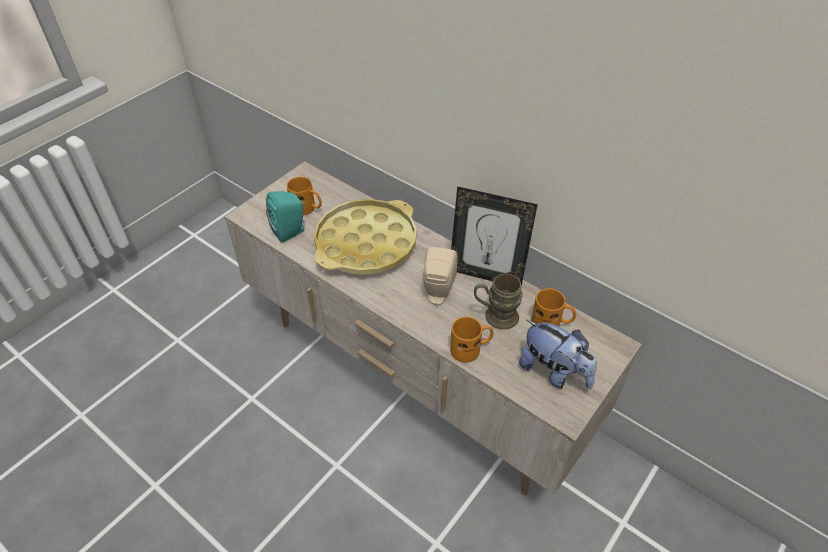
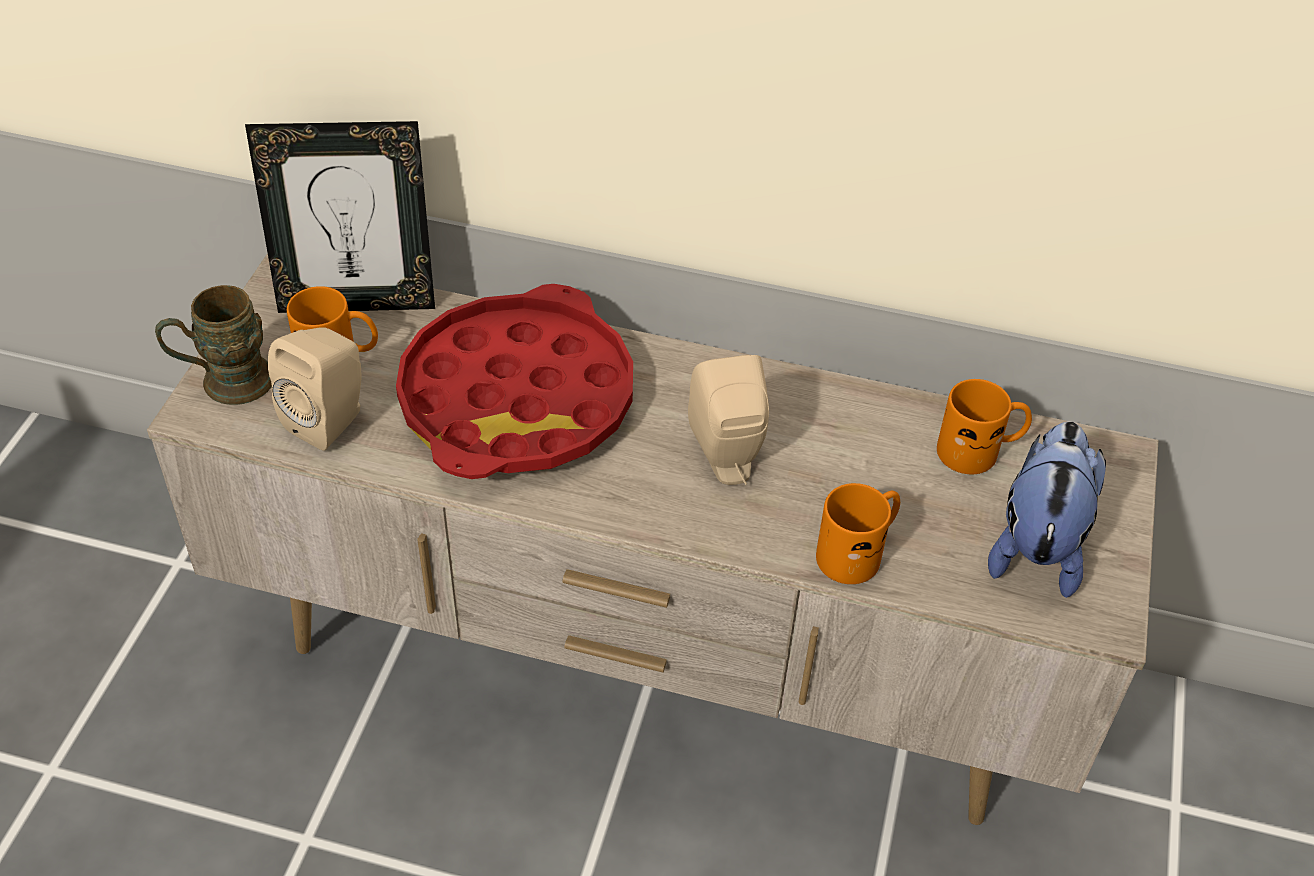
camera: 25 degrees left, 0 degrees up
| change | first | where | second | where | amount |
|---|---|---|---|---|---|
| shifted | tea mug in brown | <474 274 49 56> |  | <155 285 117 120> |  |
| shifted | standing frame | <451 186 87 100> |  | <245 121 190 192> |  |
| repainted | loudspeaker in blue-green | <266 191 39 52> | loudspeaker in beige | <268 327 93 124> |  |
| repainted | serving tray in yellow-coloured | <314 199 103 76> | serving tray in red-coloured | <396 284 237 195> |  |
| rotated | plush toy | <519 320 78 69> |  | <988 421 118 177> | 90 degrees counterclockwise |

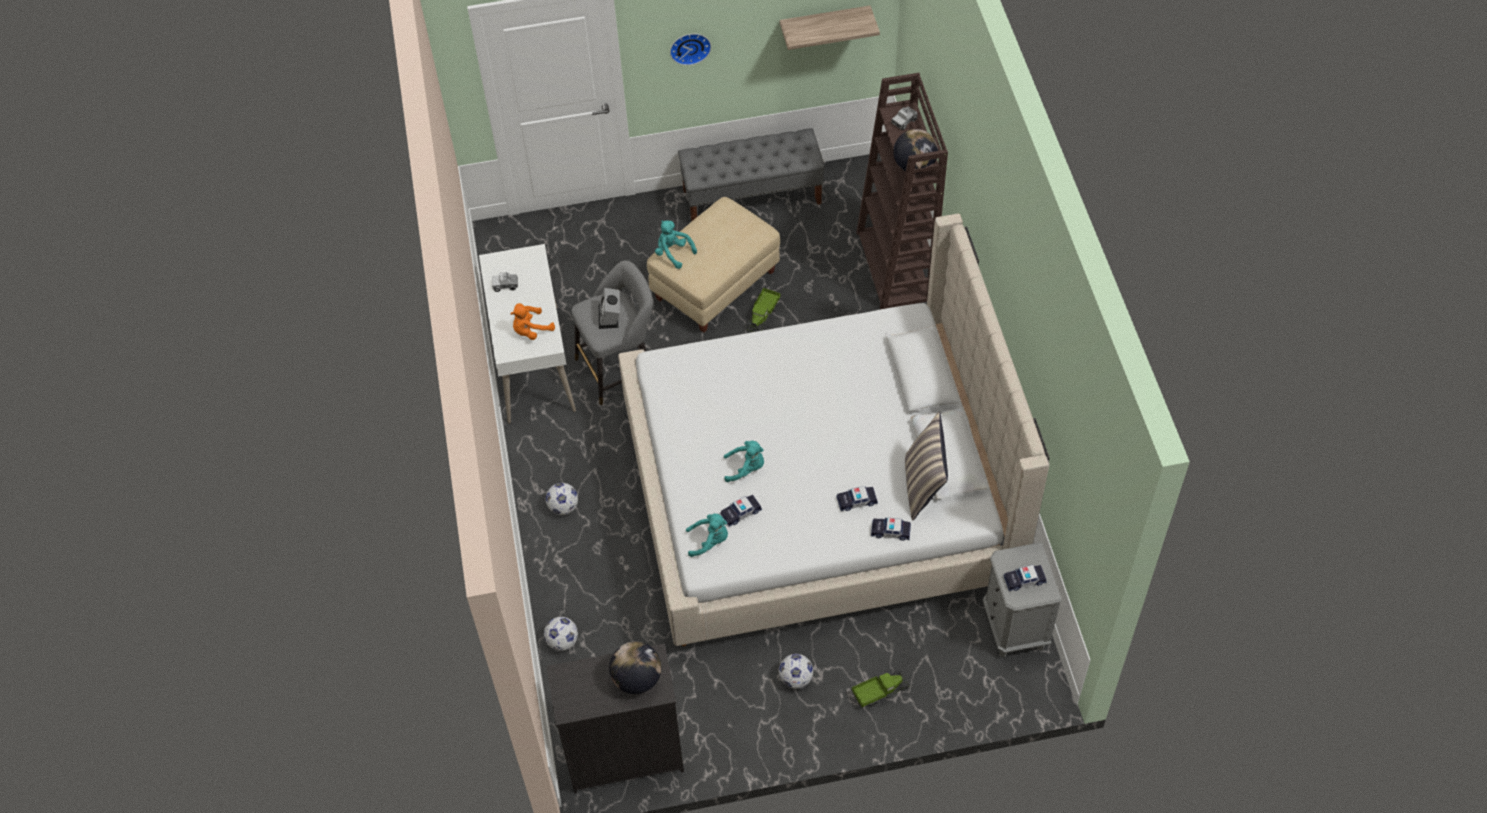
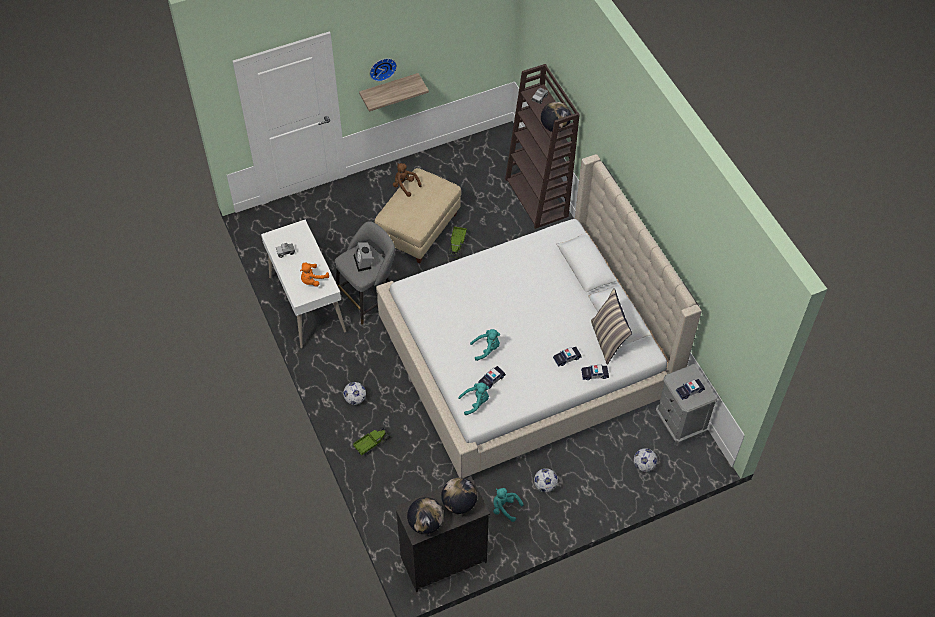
camera: 15 degrees left, 0 degrees up
| change | first | where | second | where | amount |
|---|---|---|---|---|---|
| shifted | model truck | <852 670 57 37> |  | <353 427 37 28> |  |
| shifted | bracket shelf | <780 6 100 44> |  | <359 73 70 39> |  |
| new |  |  | plush toy in brown | <393 163 29 34> |  |
| new |  |  | globe | <407 497 37 37> |  |
| shifted | plush toy in blue-green | <655 220 42 49> |  | <493 488 31 34> |  |
| shifted | football | <544 617 34 34> |  | <634 448 23 24> |  |
| gone | bench in grey | <678 128 147 94> |  |  |  |

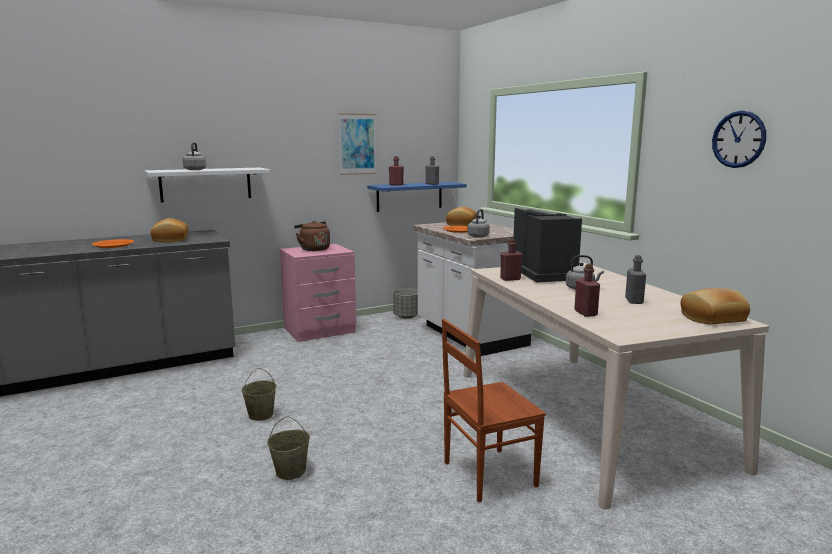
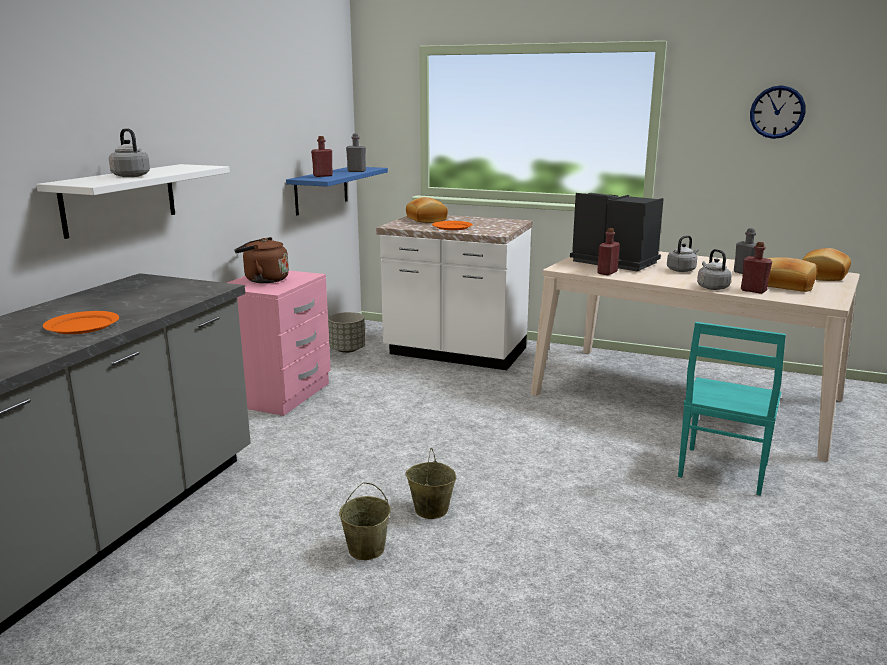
camera: 40 degrees left, 5 degrees up
| change | first | where | second | where | amount |
|---|---|---|---|---|---|
| shifted | water bucket in beige | <267 416 43 64> |  | <339 482 52 78> |  |
| repainted | chair in brown | <442 319 104 183> | chair in blue-green | <678 322 108 174> |  |
| shifted | tea kettle in grey | <468 209 22 29> |  | <697 249 34 41> |  |
| shifted | baked bread | <151 218 37 25> |  | <767 257 49 35> |  |
| gone | picture | <339 113 37 62> |  |  |  |

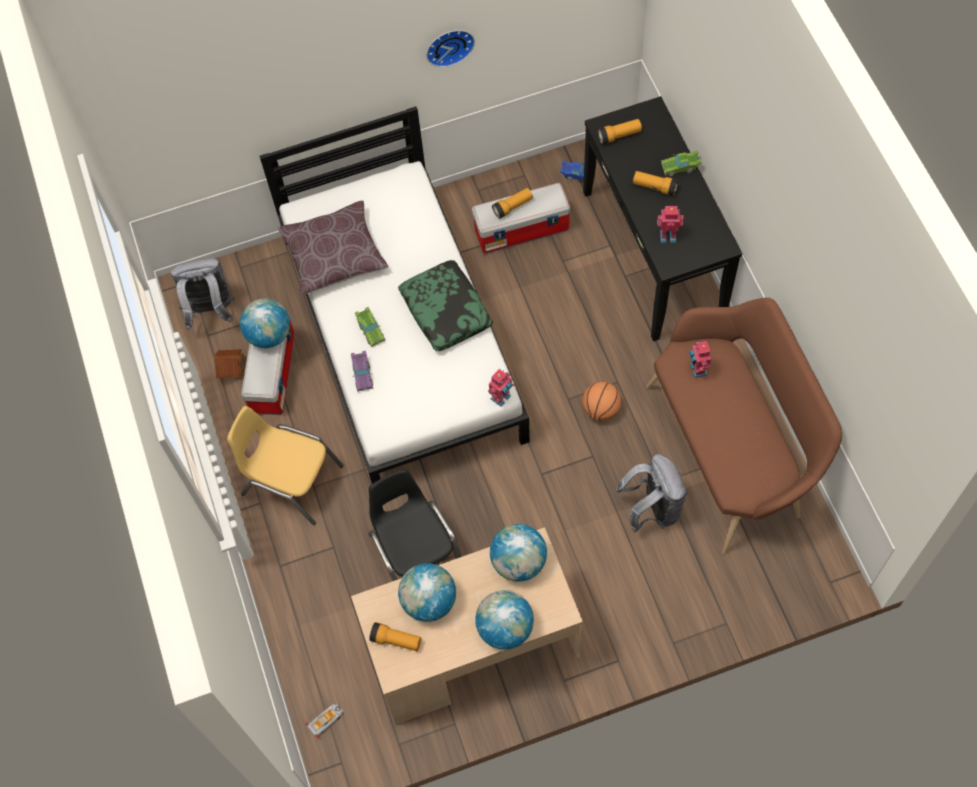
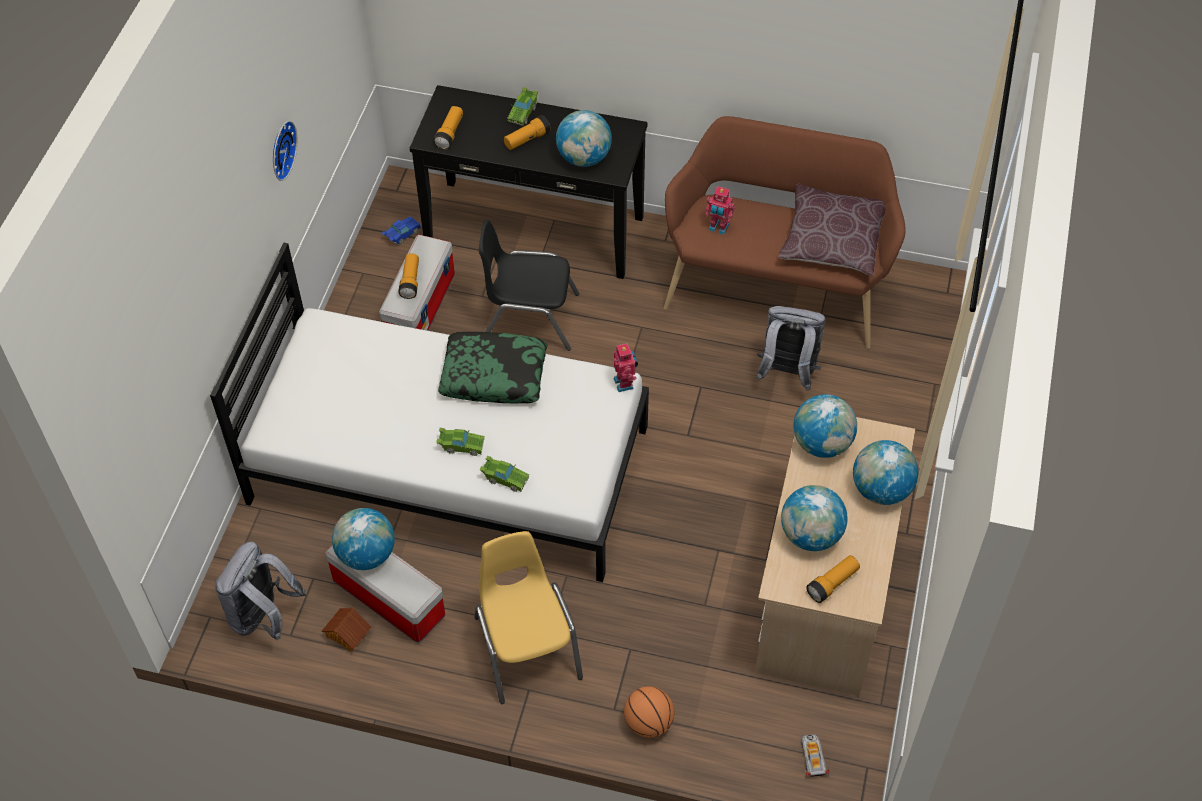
camera: 60 degrees left, 10 degrees down
| change | first | where | second | where | amount |
|---|---|---|---|---|---|
| rotated | chair in yellow-coloured | <227 406 117 119> |  | <474 531 109 173> | 105 degrees clockwise |
| shifted | chair in black-coloured | <368 469 94 112> |  | <479 220 100 131> |  |
| repainted | model car in purplish | <351 351 22 41> | model car in green | <479 456 51 36> |  |
| swapped | toy robot | <657 206 26 37> | globe | <556 110 56 57> |  |
| shifted | basketball ball | <582 382 40 39> |  | <624 686 51 52> |  |
| shifted | cushion in brown | <278 201 110 94> |  | <779 184 106 92> |  |

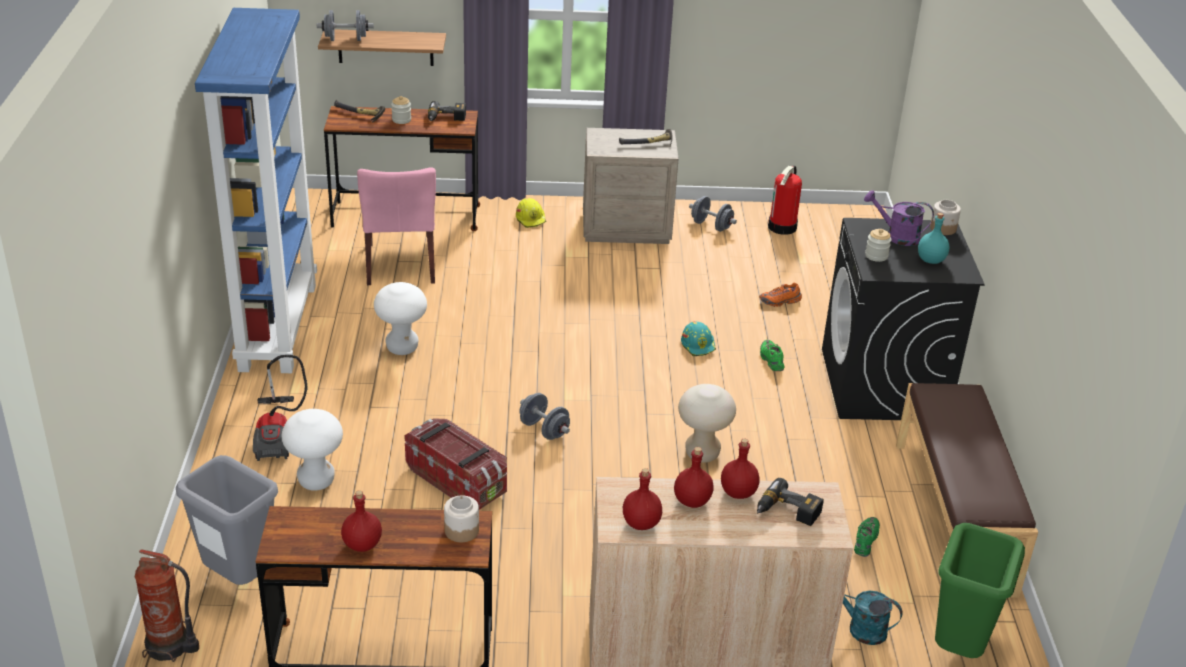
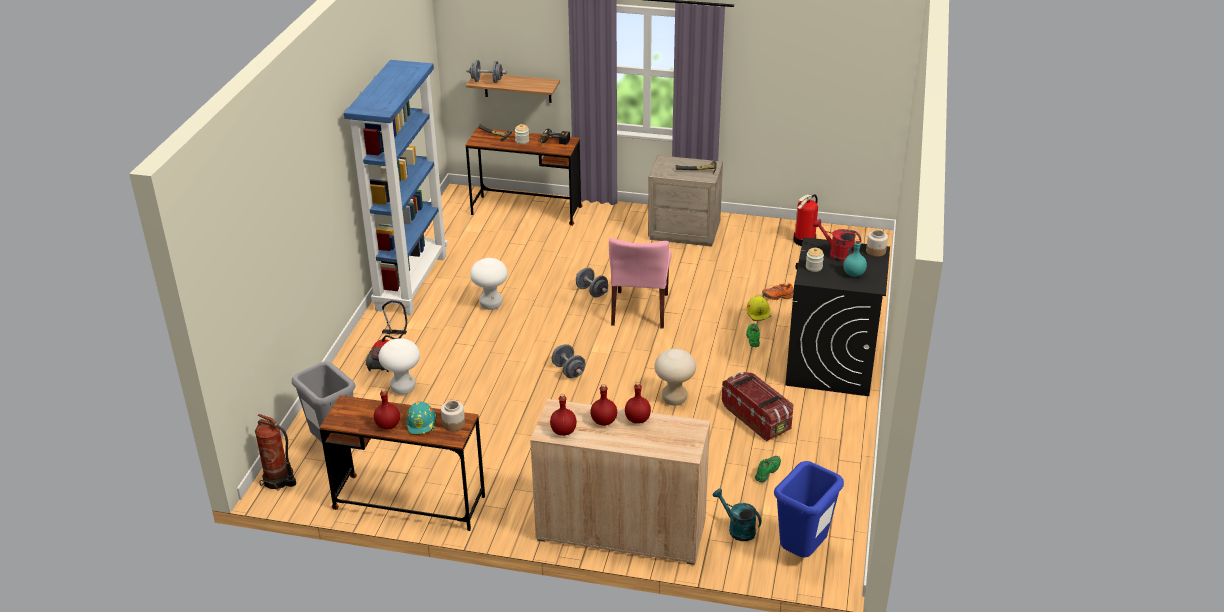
camera: 15 degrees right, 0 degrees up
| change | first | where | second | where | amount |
|---|---|---|---|---|---|
| shifted | safety helmet in blue-green | <681 321 35 35> |  | <406 401 31 34> |  |
| shifted | dumbbell in grey | <689 196 48 36> |  | <576 267 32 31> |  |
| shifted | chair in pinkish | <357 167 79 118> |  | <609 238 63 91> |  |
| shifted | storage bin | <404 419 103 91> |  | <722 372 72 69> |  |
| shifted | safety helmet in yellow-coloured | <516 198 31 30> |  | <746 295 25 26> |  |
| repainted | trash can in green | <935 523 90 135> | trash can in blue | <774 461 70 96> |  |
| repainted | watering can in purplish | <864 190 70 56> | watering can in red-coloured | <813 219 48 43> |  |
| gone | power drill | <757 478 67 48> |  |  |  |
| gone | bench in brown | <896 383 142 215> |  |  |  |

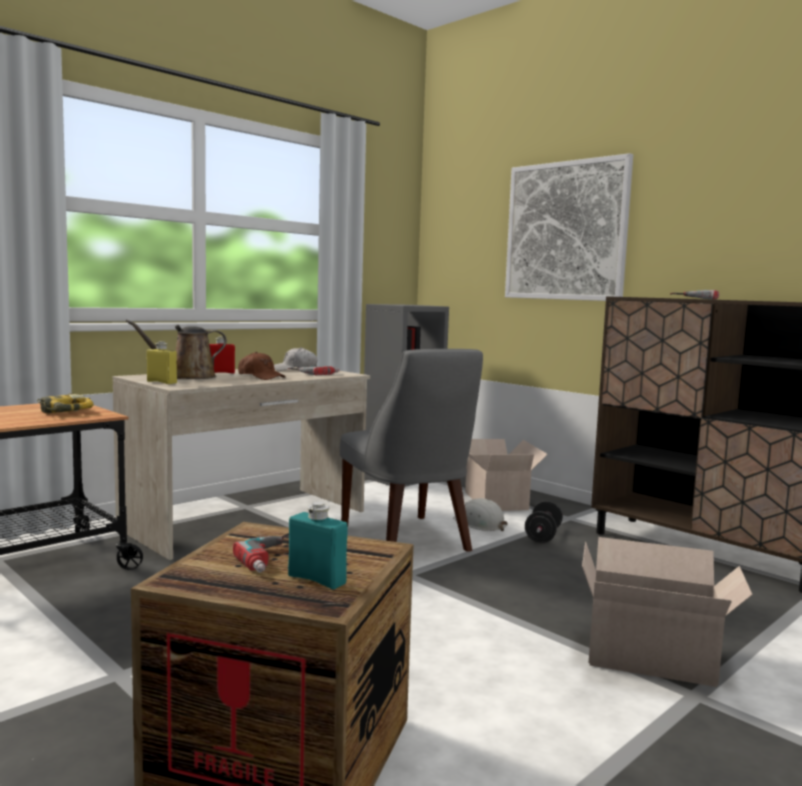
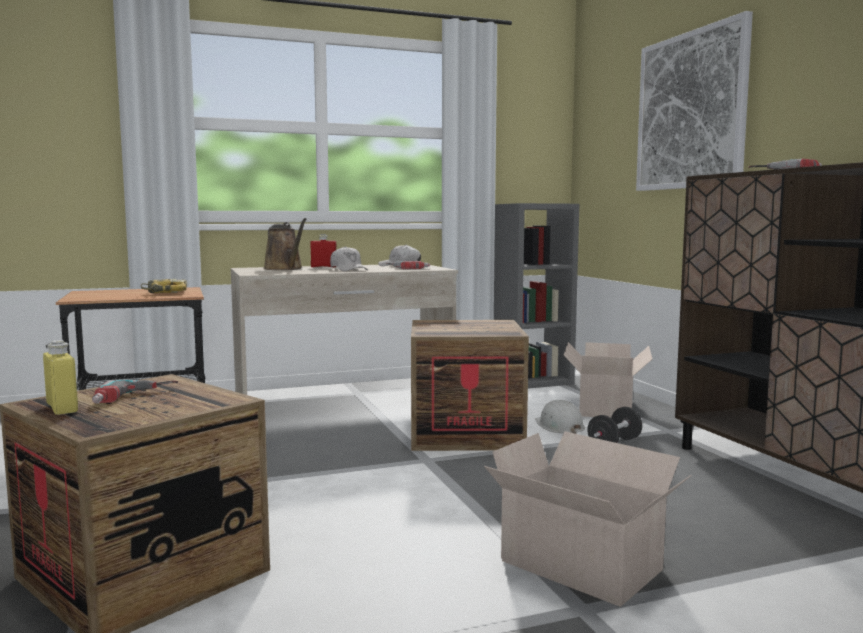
camera: 25 degrees right, 0 degrees up
| change | first | where | second | where | amount |
|---|---|---|---|---|---|
| shifted | drink bottle in yellow-coloured | <147 341 30 43> |  | <43 340 35 75> |  |
| rotated | watering can in brown | <126 320 101 59> |  | <263 218 44 52> | 120 degrees counterclockwise |
| repainted | cap in brown | <238 352 48 28> | cap in whitish | <330 246 38 25> |  |
| swapped | chair in grey | <340 349 143 203> | crate | <411 320 118 131> |  |
| gone | drink bottle in blue-green | <288 502 60 87> |  |  |  |

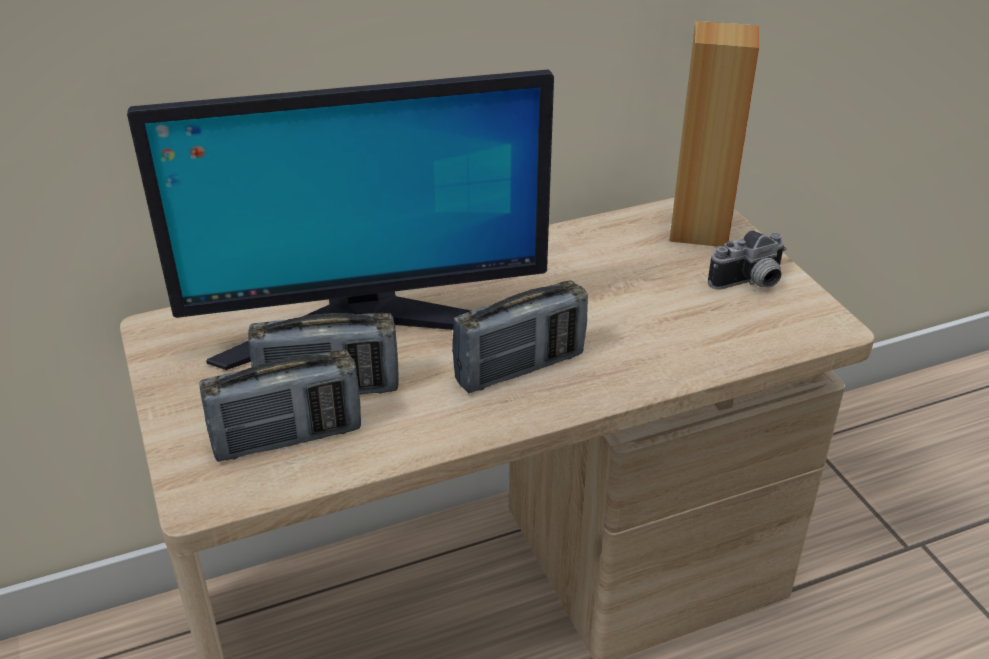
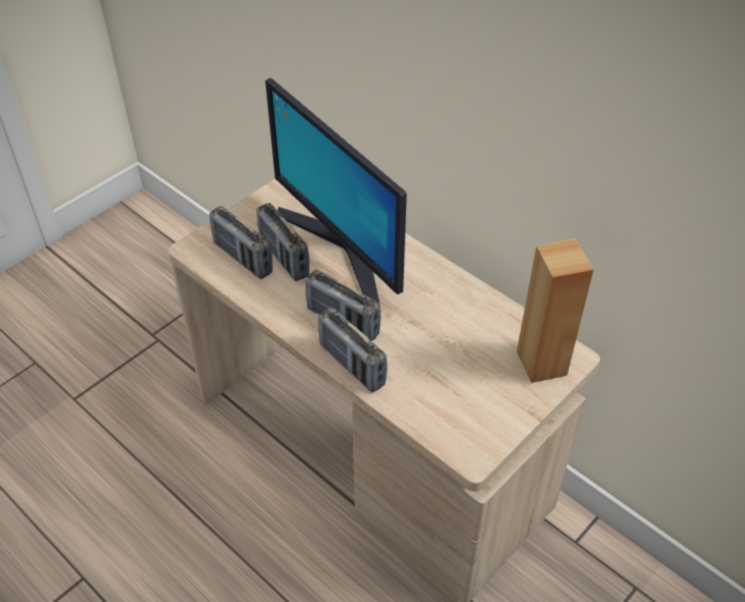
camera: 65 degrees right, 10 degrees up
| change | first | where | second | where | amount |
|---|---|---|---|---|---|
| new |  |  | radio receiver | <318 307 69 86> |  |
| gone | still camera | <708 231 78 59> |  |  |  |

